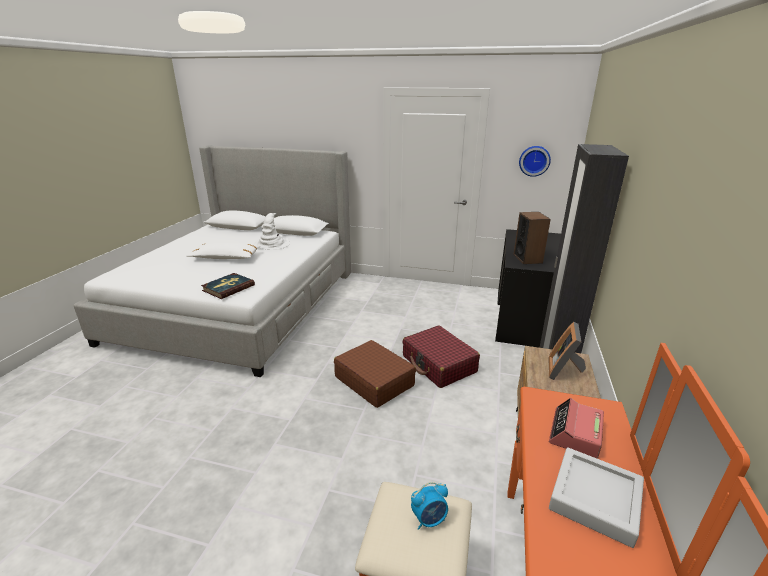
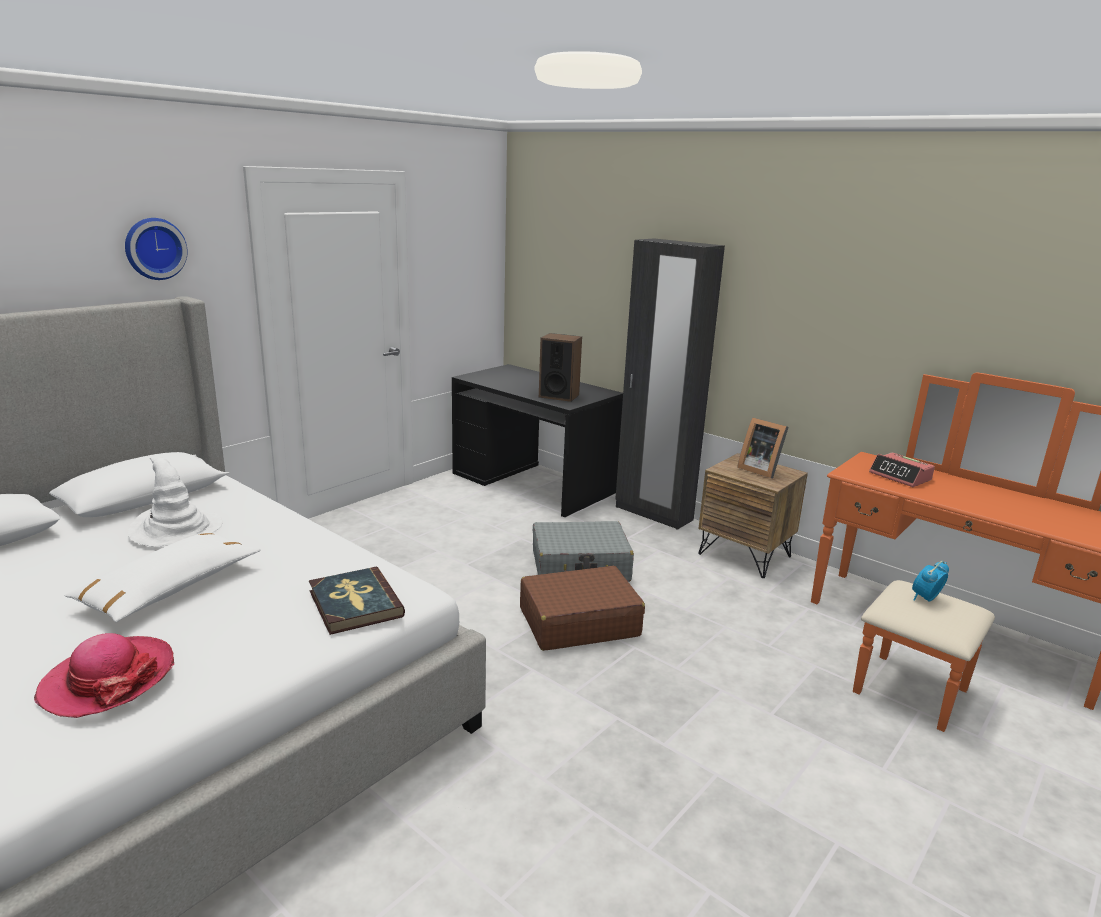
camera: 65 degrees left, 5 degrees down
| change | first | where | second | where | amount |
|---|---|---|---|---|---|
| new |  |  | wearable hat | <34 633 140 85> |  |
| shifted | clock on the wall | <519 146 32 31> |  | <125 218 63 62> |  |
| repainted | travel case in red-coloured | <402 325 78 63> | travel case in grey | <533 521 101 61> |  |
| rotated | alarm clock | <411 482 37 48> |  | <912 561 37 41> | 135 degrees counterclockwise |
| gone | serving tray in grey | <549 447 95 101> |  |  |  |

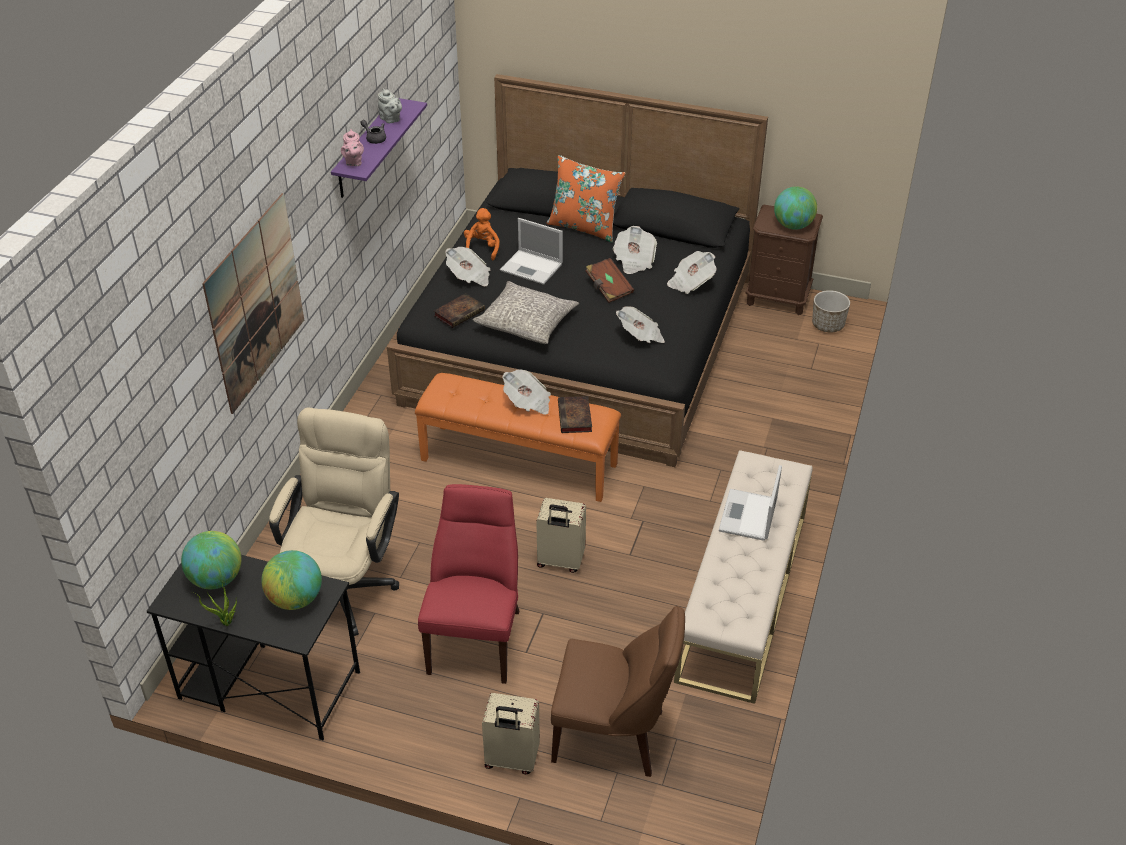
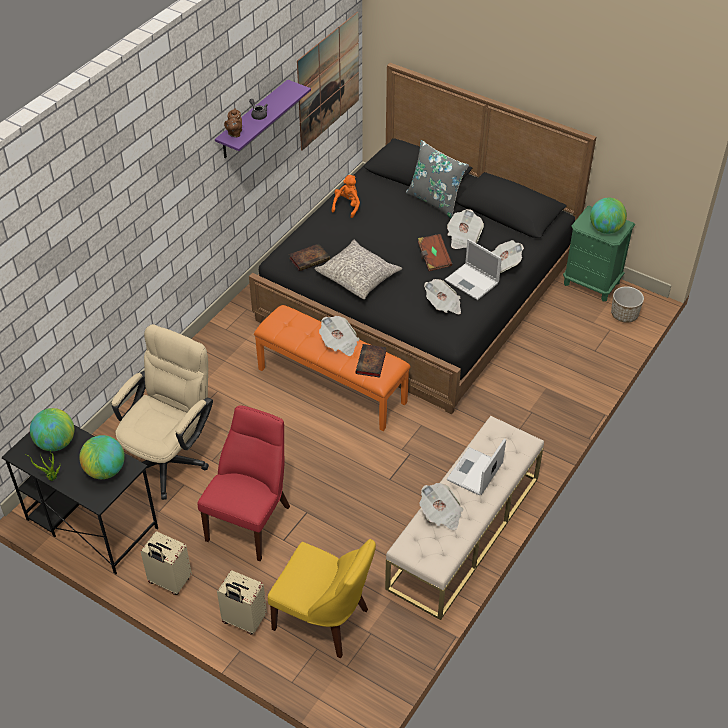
camera: 15 degrees right, 5 degrees up
| change | first | where | second | where | amount |
|---|---|---|---|---|---|
| shifted | travel case in beige | <536 498 50 75> |  | <140 531 52 64> |  |
| repainted | tea pot in pinkish | <341 129 23 37> | tea pot in brown | <224 108 18 30> |  |
| repainted | chair in brown | <551 606 134 171> | chair in yellow-coloured | <268 539 108 119> |  |
| shifted | picture | <202 193 102 221> |  | <297 12 62 139> |  |
| repainted | cushion in orangey | <547 155 78 88> | cushion in grey | <406 140 63 78> |  |
| shifted | printed paper | <445 247 46 39> |  | <419 483 44 48> |  |
| shifted | laptop | <500 218 63 67> |  | <445 239 57 61> |  |
| repainted | bedside table in brown | <746 204 77 111> | bedside table in green | <563 206 72 96> |  |
| gone | tea pot in grey | <378 88 24 35> |  |  |  |

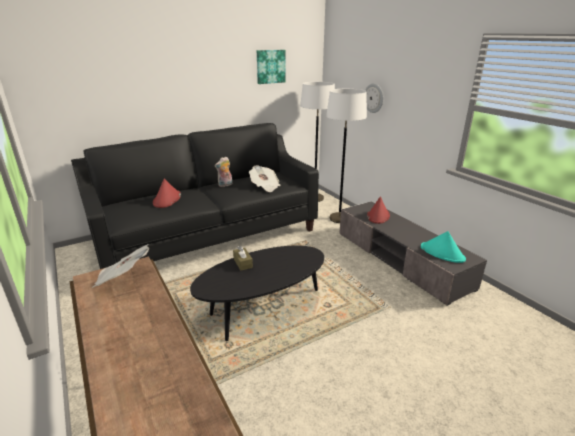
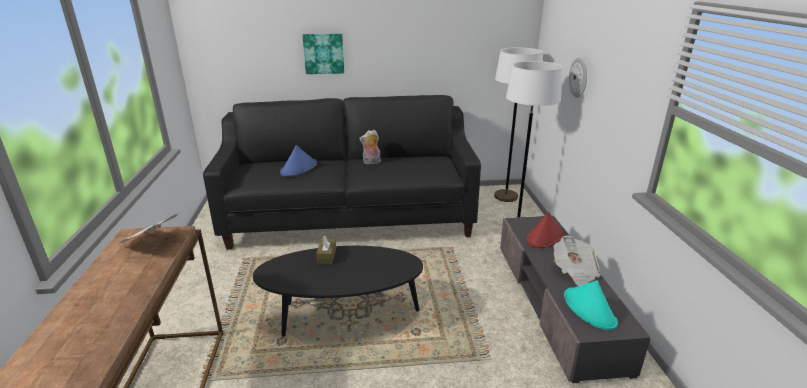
camera: 25 degrees right, 0 degrees up
| change | first | where | second | where | amount |
|---|---|---|---|---|---|
| repainted | wearable hat in red-coloured | <153 178 28 30> | wearable hat in blue | <280 145 37 32> |  |
| shifted | picture | <257 50 29 34> |  | <303 33 41 41> |  |
| shifted | printed paper | <249 165 31 27> |  | <553 236 47 50> |  |

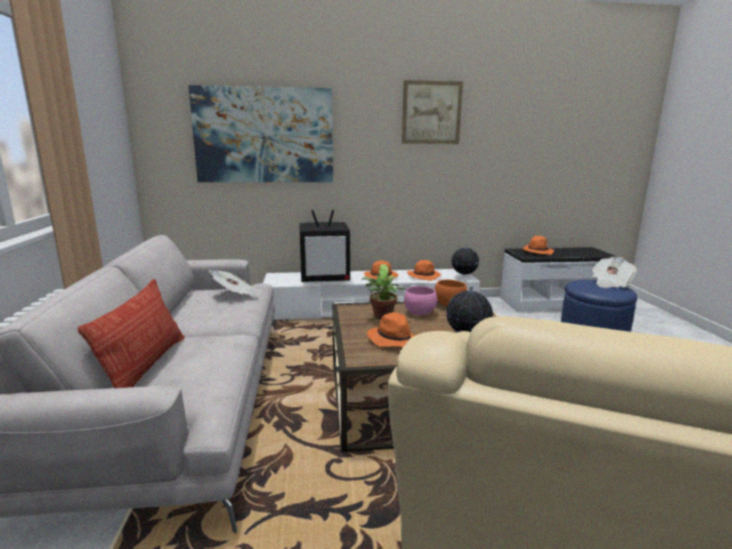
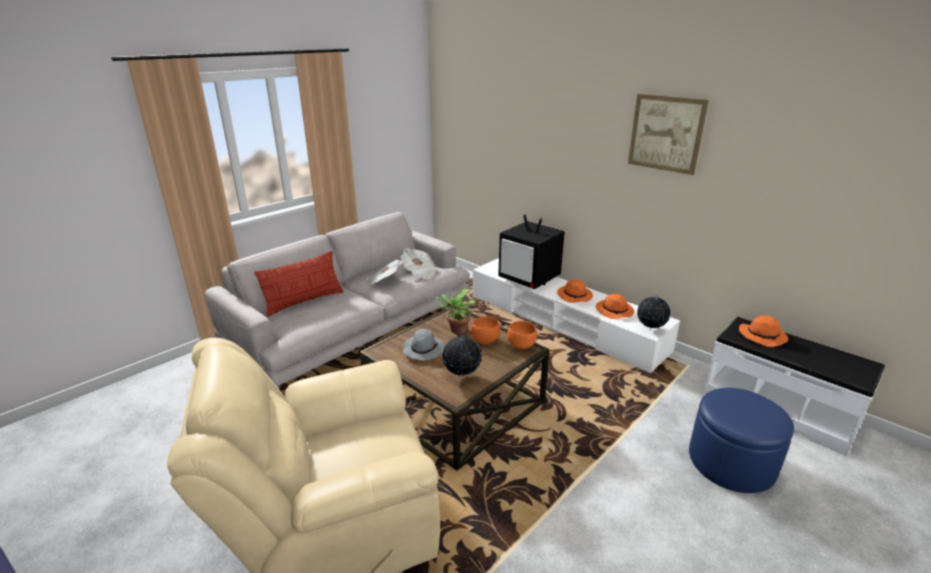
camera: 50 degrees right, 10 degrees up
| change | first | where | second | where | amount |
|---|---|---|---|---|---|
| shifted | printed paper | <592 257 45 31> |  | <366 260 36 26> |  |
| repainted | wearable hat in orangey | <367 312 48 35> | wearable hat in grey | <403 329 41 31> |  |
| repainted | deep dish in pinkish | <404 286 33 30> | deep dish in orangey | <471 316 29 29> |  |
| gone | picture | <188 85 145 97> |  |  |  |

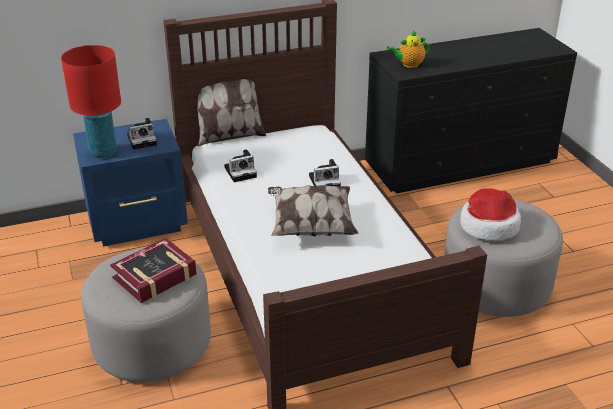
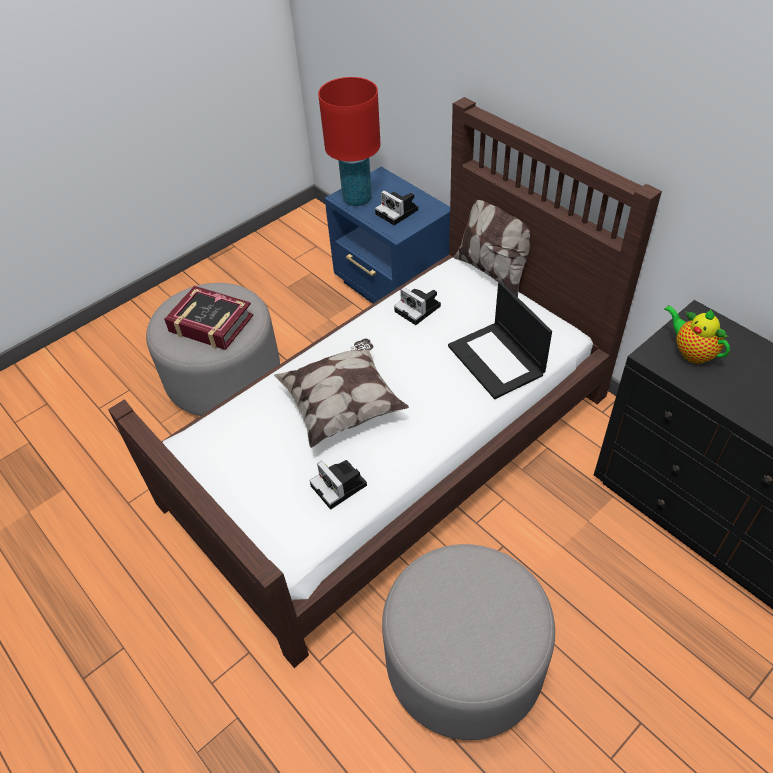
camera: 70 degrees right, 15 degrees up
| change | first | where | second | where | amount |
|---|---|---|---|---|---|
| shifted | still camera | <309 159 32 28> |  | <309 460 58 49> |  |
| new |  |  | laptop | <448 281 104 118> |  |
| gone | wearable hat | <460 188 61 53> |  |  |  |

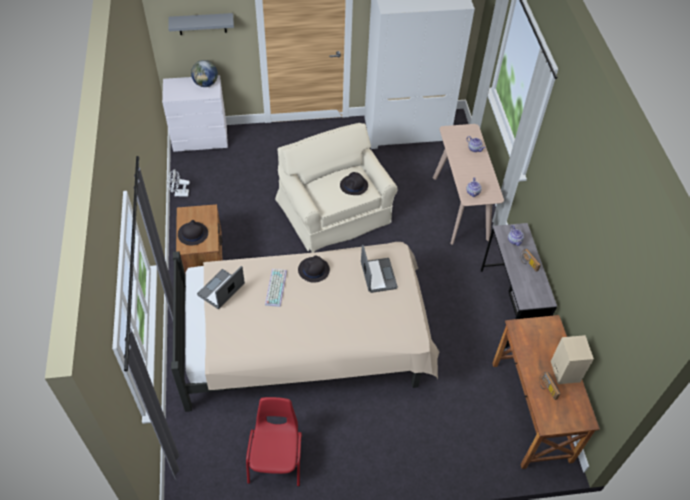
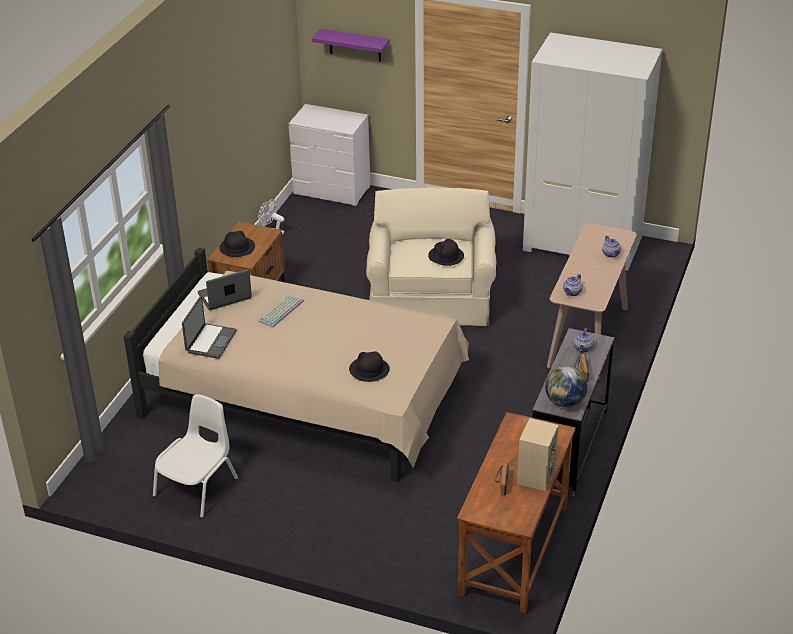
camera: 30 degrees right, 15 degrees down
| change | first | where | second | where | amount |
|---|---|---|---|---|---|
| repainted | chair in red-coloured | <246 397 56 90> | chair in whitish | <153 394 85 124> |  |
| shifted | laptop | <361 245 37 48> |  | <182 296 55 63> |  |
| repainted | bracket shelf in grey | <168 13 66 22> | bracket shelf in purplish | <312 29 78 33> |  |
| shifted | wearable hat in black-coloured | <298 256 32 27> |  | <349 351 40 31> |  |
| shifted | globe | <191 60 27 27> |  | <545 366 42 42> |  |

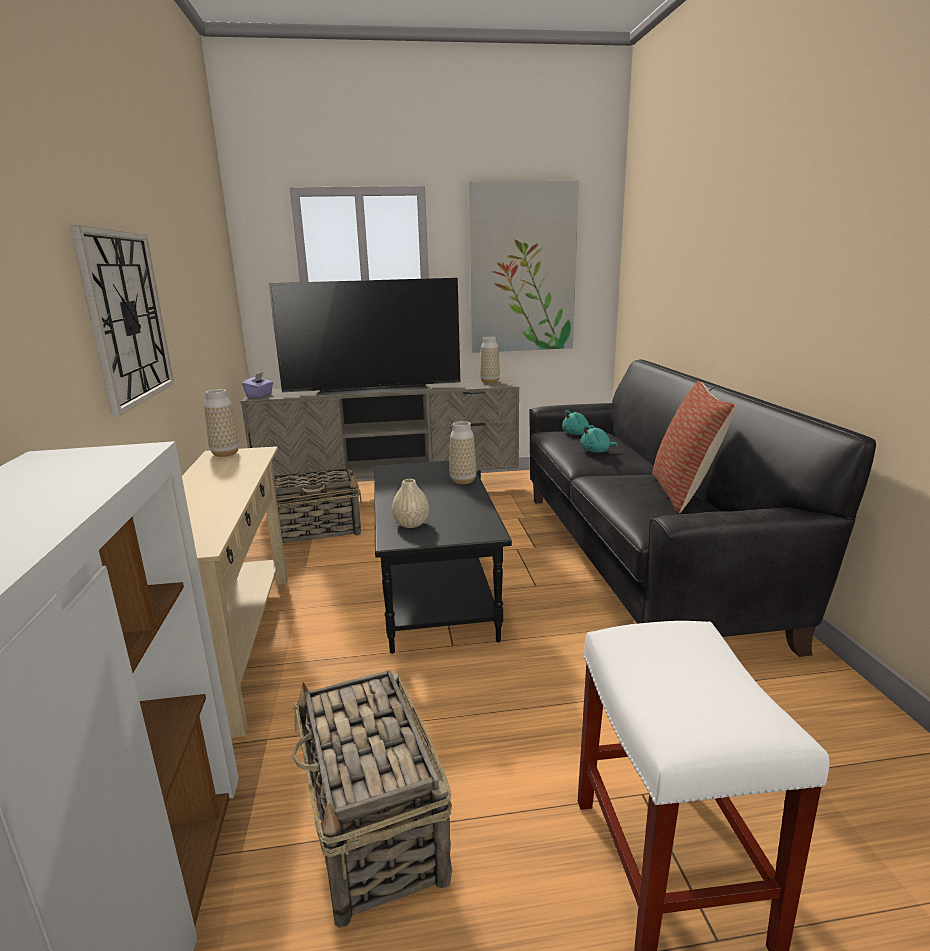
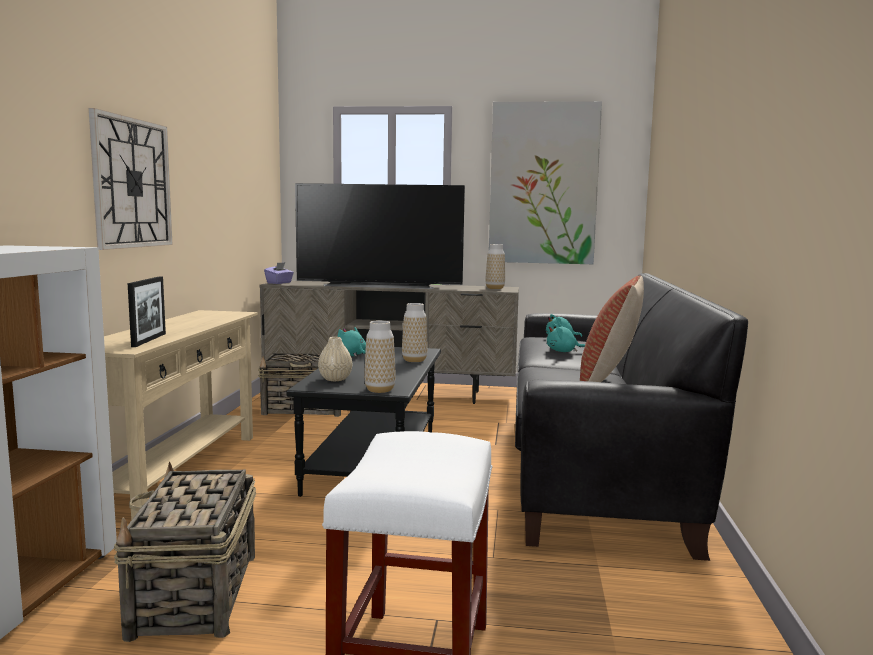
camera: 15 degrees right, 10 degrees down
| change | first | where | second | where | amount |
|---|---|---|---|---|---|
| new |  |  | standing frame | <128 277 38 70> |  |
| new |  |  | plush toy in blue-green | <337 327 29 30> |  |
| shifted | vase | <204 389 35 68> |  | <364 320 32 73> |  |

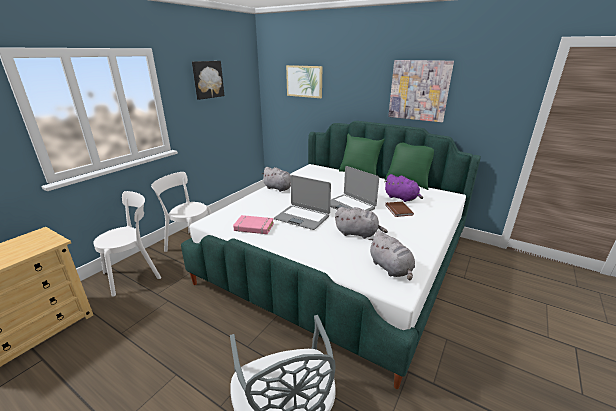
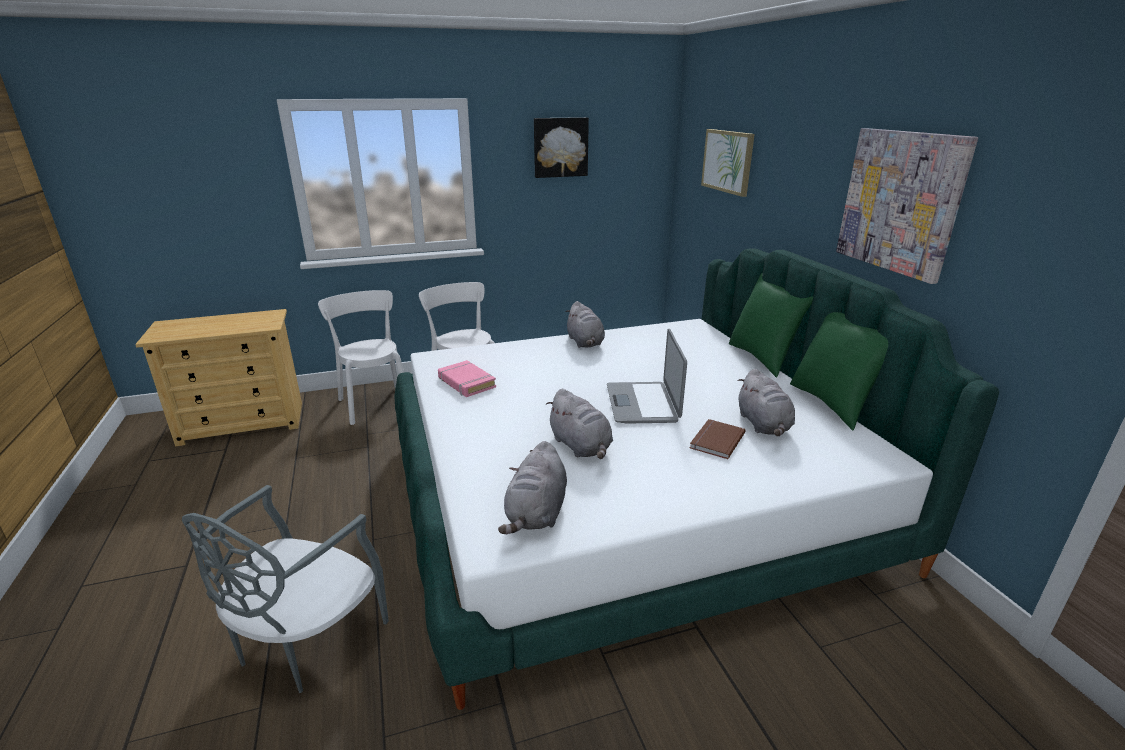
camera: 40 degrees right, 0 degrees up
| change | first | where | second | where | amount |
|---|---|---|---|---|---|
| rotated | chair in whitish | <93 191 68 106> |  | <318 290 86 135> | 120 degrees counterclockwise |
| repainted | plush toy in purplish | <384 174 39 28> | plush toy in grey | <738 369 57 67> |  |
| gone | laptop | <274 175 57 55> |  |  |  |

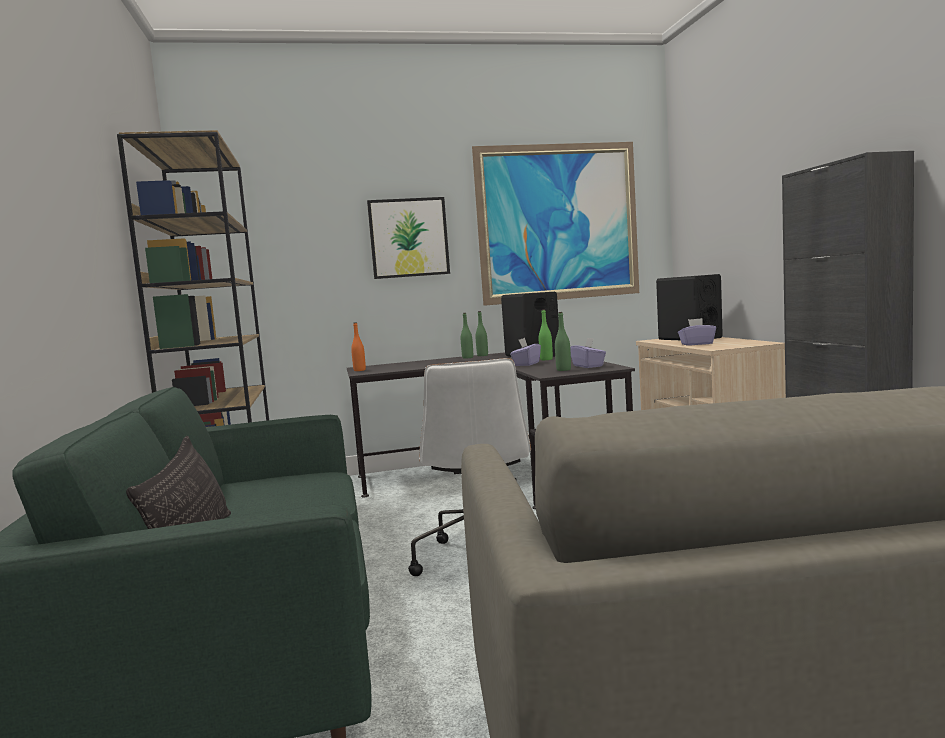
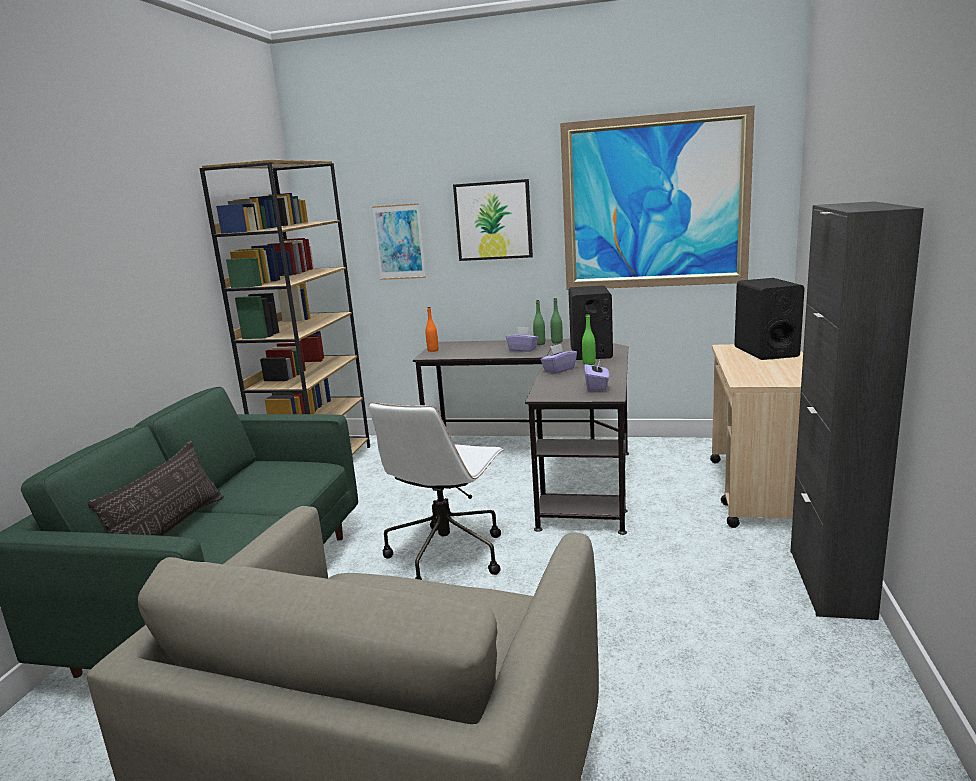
camera: 25 degrees right, 10 degrees up
| change | first | where | second | where | amount |
|---|---|---|---|---|---|
| new |  |  | picture | <372 203 54 77> |  |
| shifted | tissue box in purplish | <678 318 38 28> |  | <506 327 33 25> |  |
| gone | drink bottle in green | <555 312 16 59> |  |  |  |

